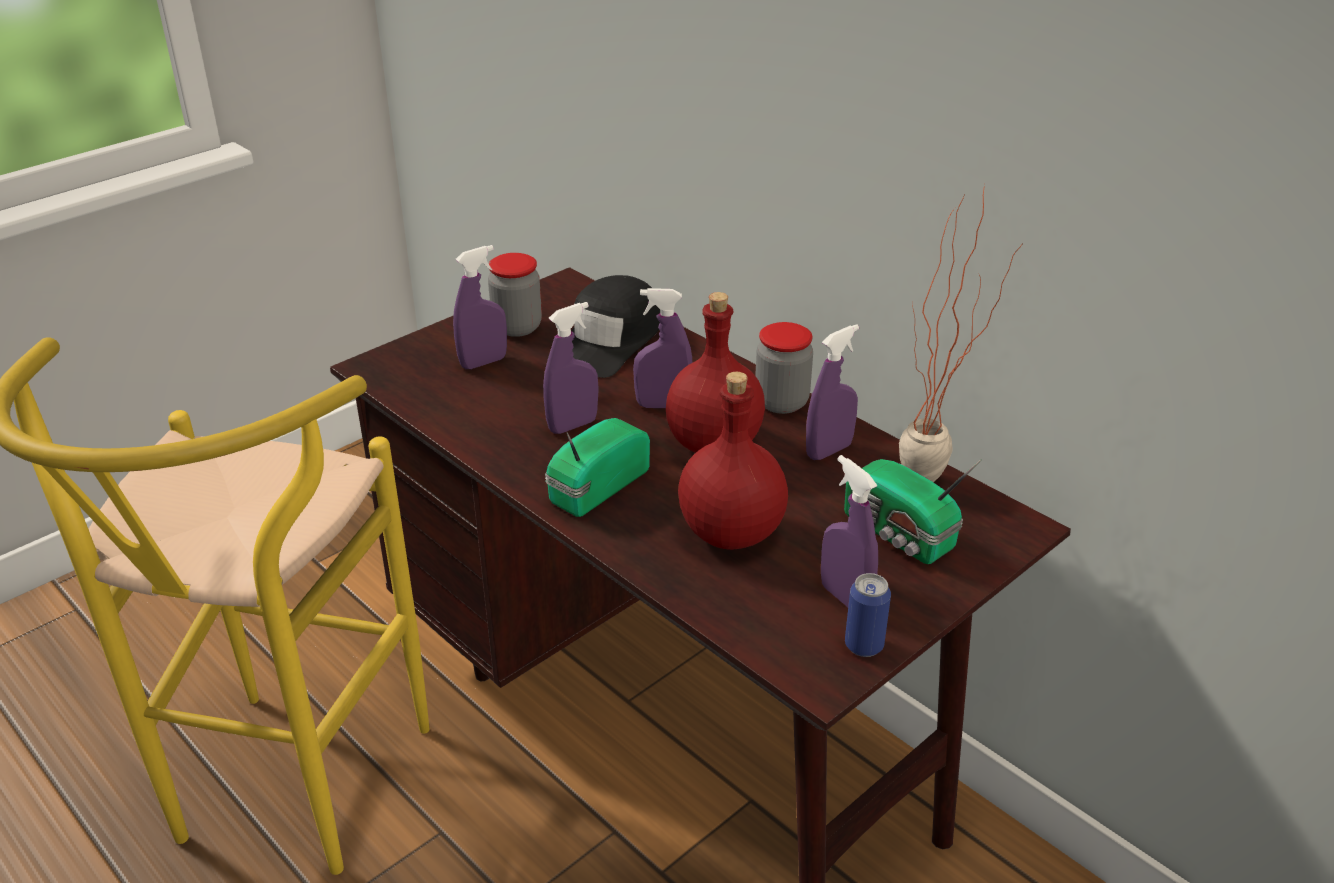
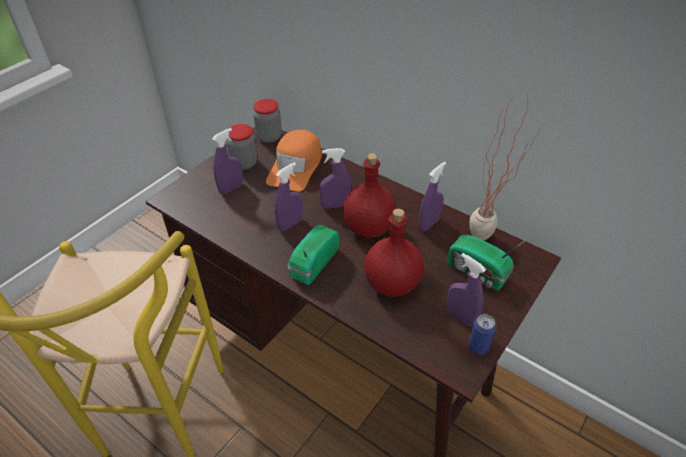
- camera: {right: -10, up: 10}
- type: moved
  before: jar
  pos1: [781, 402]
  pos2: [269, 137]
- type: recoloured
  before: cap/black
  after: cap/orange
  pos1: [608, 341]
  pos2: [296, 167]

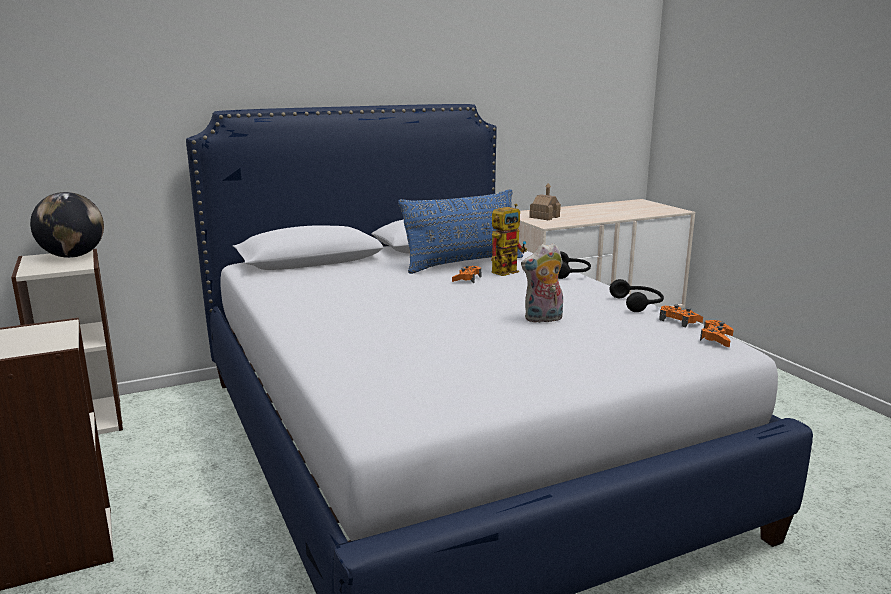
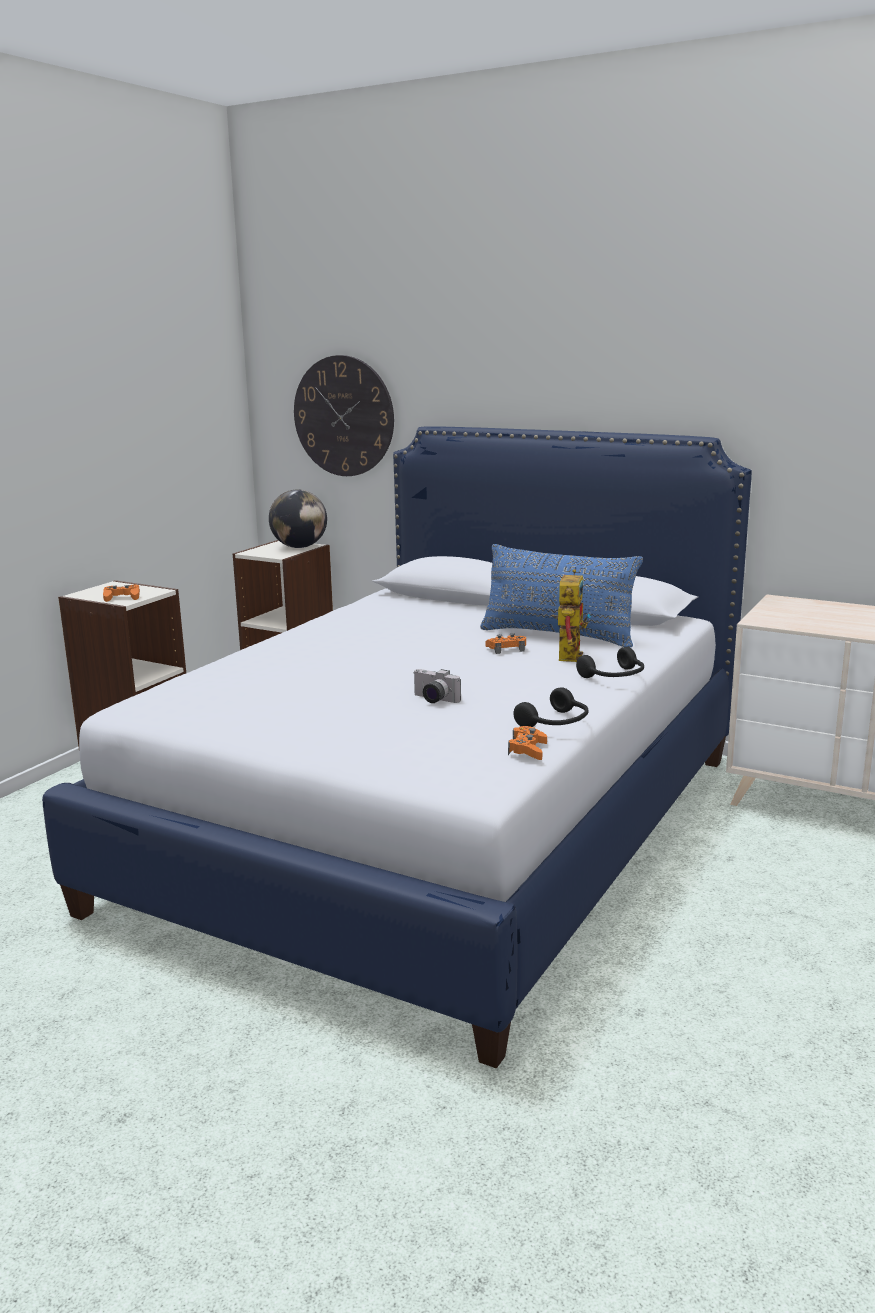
- camera: {right: 55, up: 0}
- type: moved
  before: game controller/orange
  pos1: [716, 339]
  pos2: [122, 597]
- type: added
  after: wall clock
  pos2: [343, 416]
- type: replaced
  before: plush toy
  after: photo camera
  pos1: [543, 319]
  pos2: [433, 700]
- type: turned
  before: toy robot
  pos1: [507, 270]
  pos2: [568, 654]
  turn: -90
- type: removed
  before: toy house
  pos1: [544, 217]

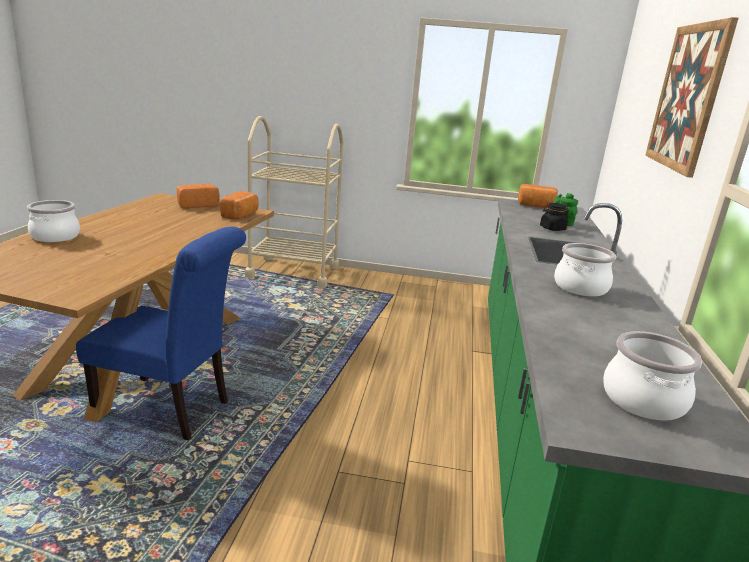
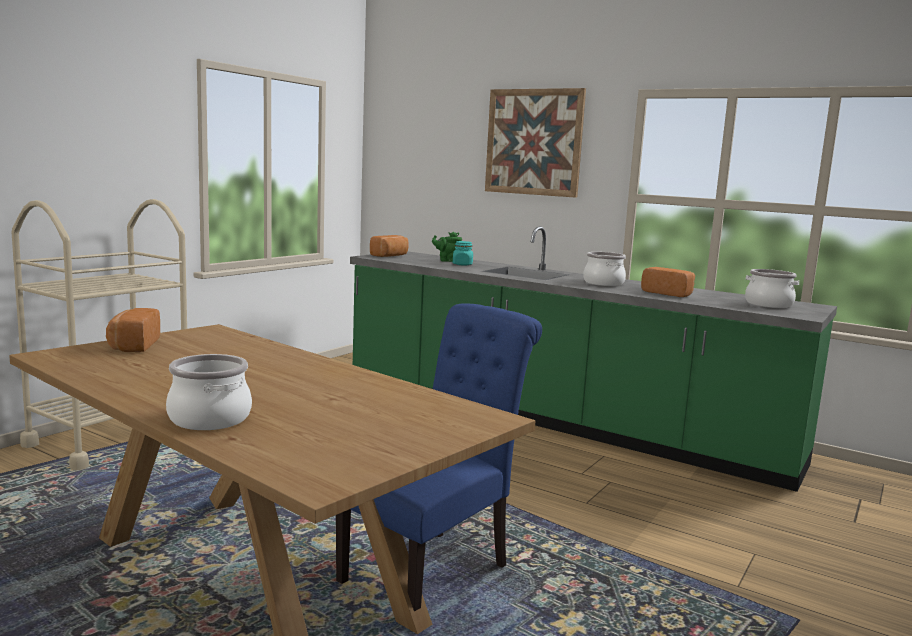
- camera: {right: -65, up: -10}
- type: recoloured
  before: jar/black
  after: jar/turquoise
  pos1: [552, 228]
  pos2: [462, 264]
- type: moved
  before: bread
  pos1: [241, 215]
  pos2: [668, 293]

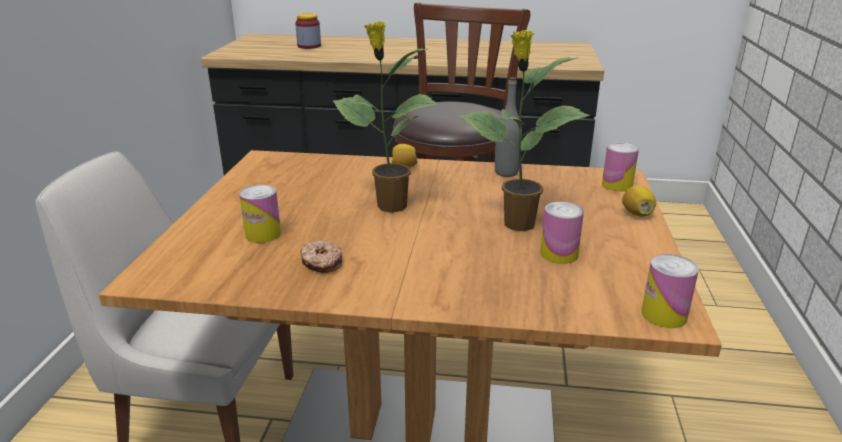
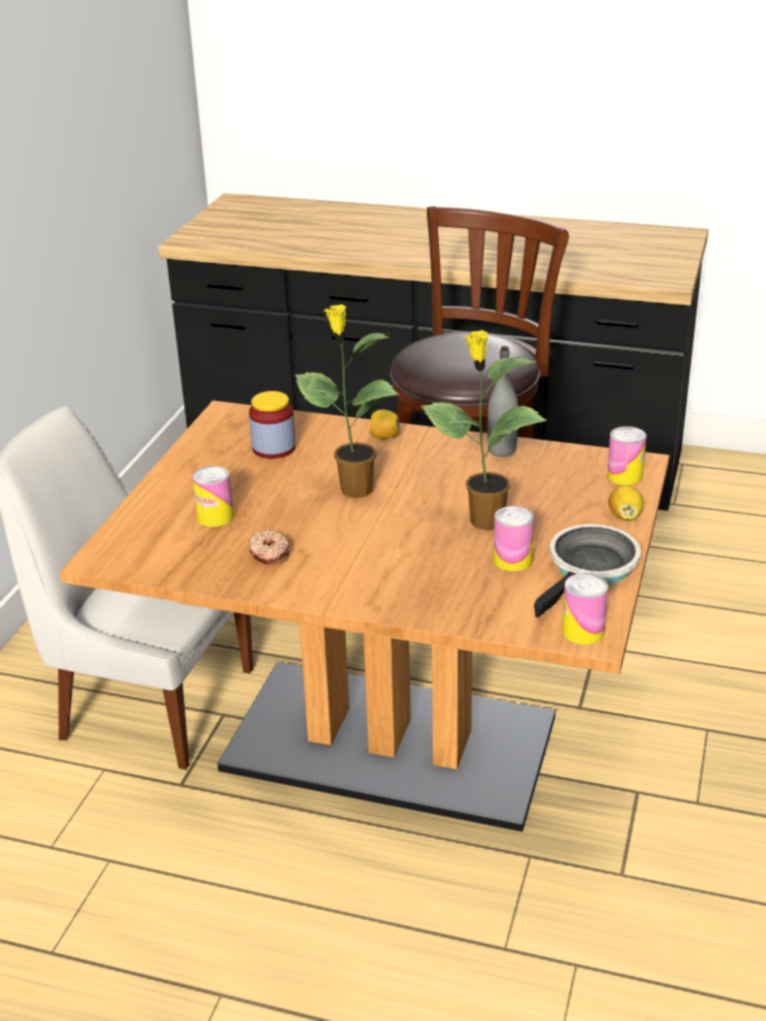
- camera: {right: 10, up: 5}
- type: moved
  before: jar
  pos1: [309, 46]
  pos2: [274, 448]
- type: added
  after: frying pan
  pos2: [590, 570]

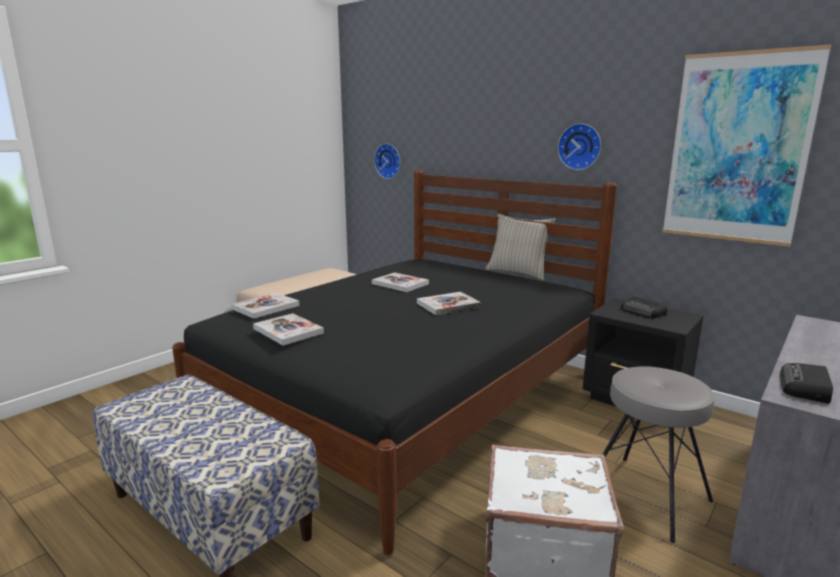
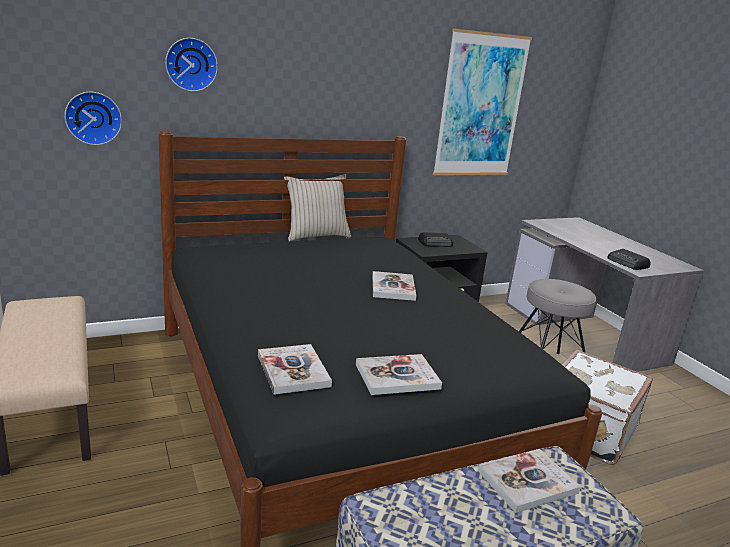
- camera: {right: -65, up: 5}
- type: moved
  before: wall clock
  pos1: [580, 146]
  pos2: [191, 64]
- type: moved
  before: book
  pos1: [400, 284]
  pos2: [527, 482]

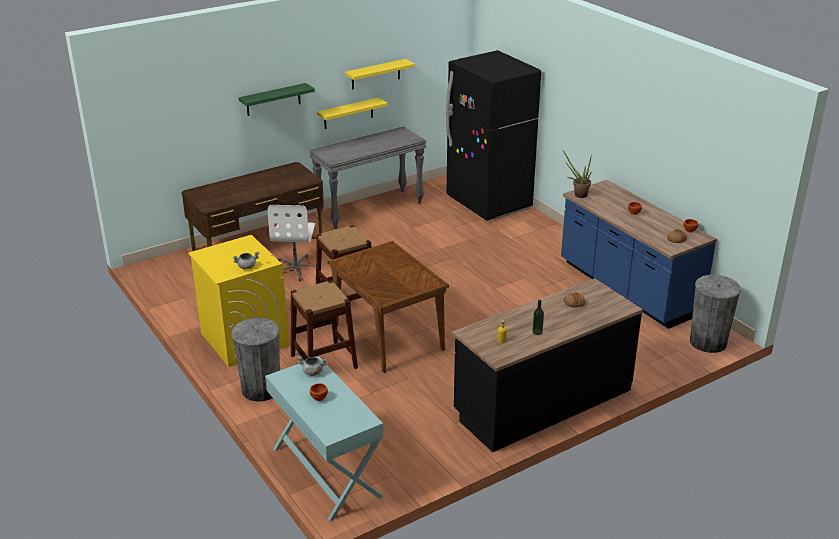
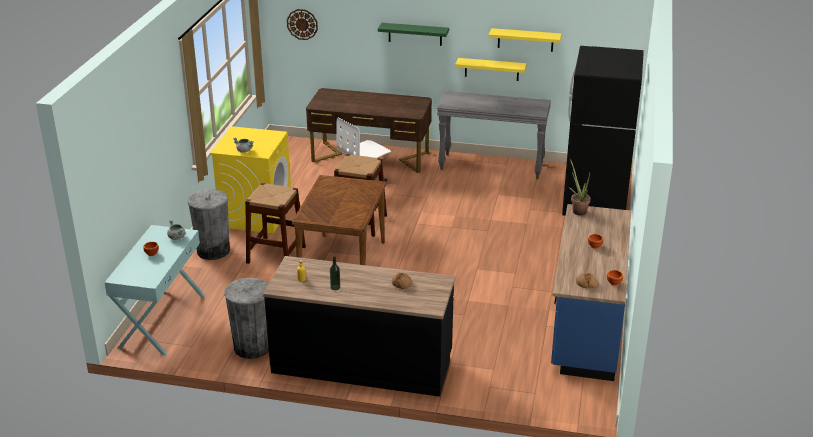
- camera: {right: 45, up: 0}
- type: moved
  before: trash can/grey
  pos1: [708, 342]
  pos2: [252, 347]
- type: added
  after: wall clock
  pos2: [302, 24]

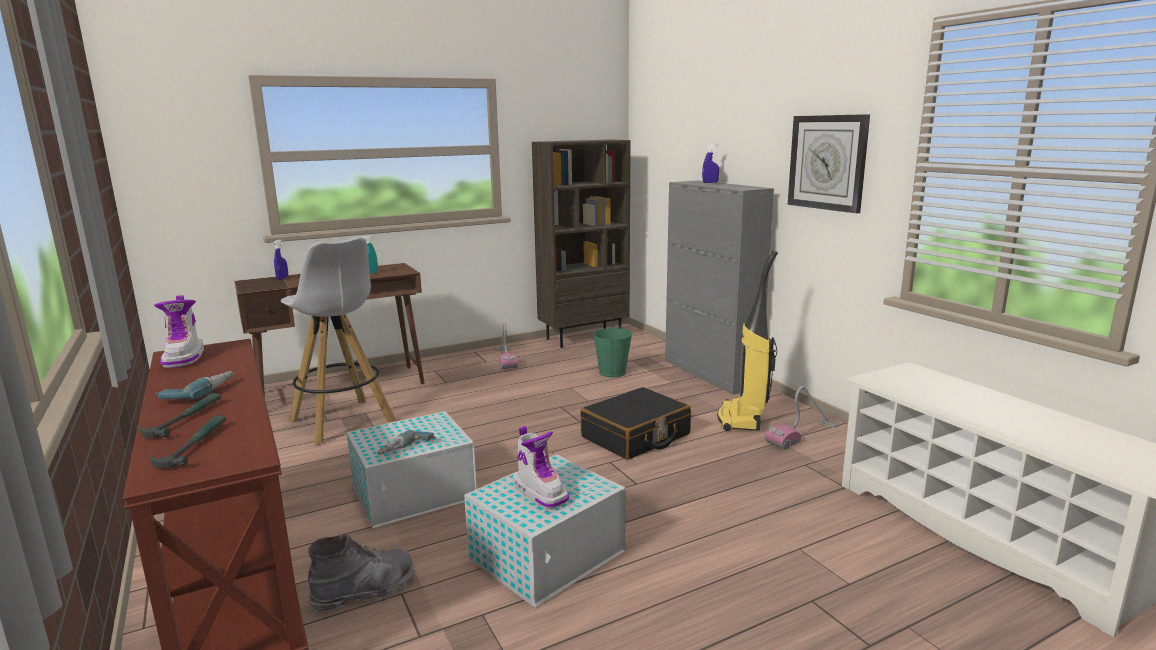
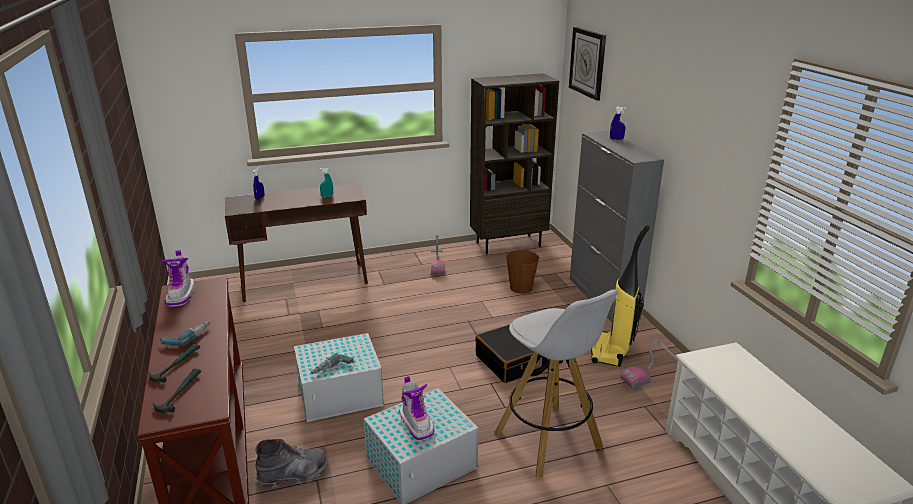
- camera: {right: 10, up: 10}
- type: moved
  before: stool/white
  pos1: [343, 422]
  pos2: [549, 441]
- type: recoloured
  before: bucket/green
  after: bucket/brown
  pos1: [612, 372]
  pos2: [520, 288]
- type: moved
  before: wall clock
  pos1: [827, 162]
  pos2: [588, 62]

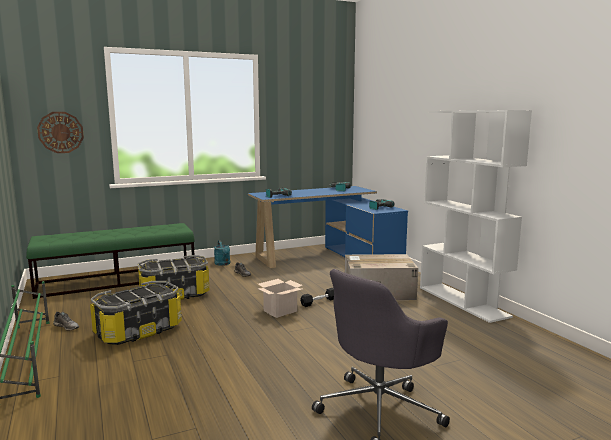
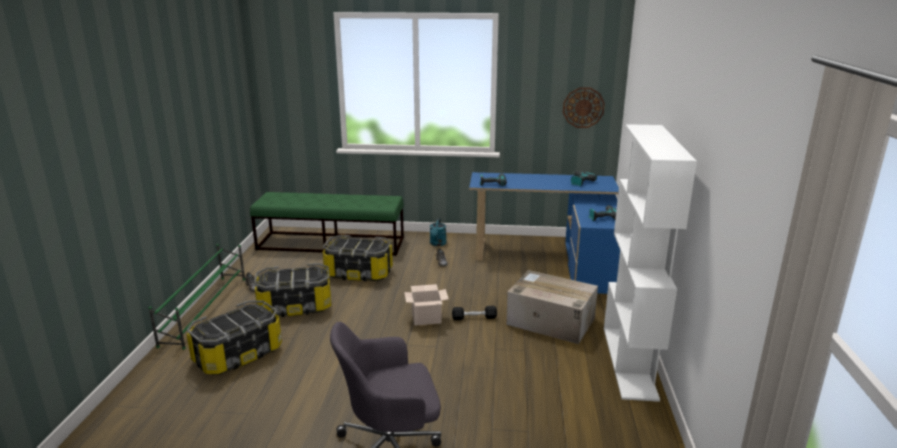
- camera: {right: 30, up: 10}
- type: added
  after: storage box
  pos2: [238, 355]
- type: moved
  before: wall clock
  pos1: [60, 132]
  pos2: [583, 107]

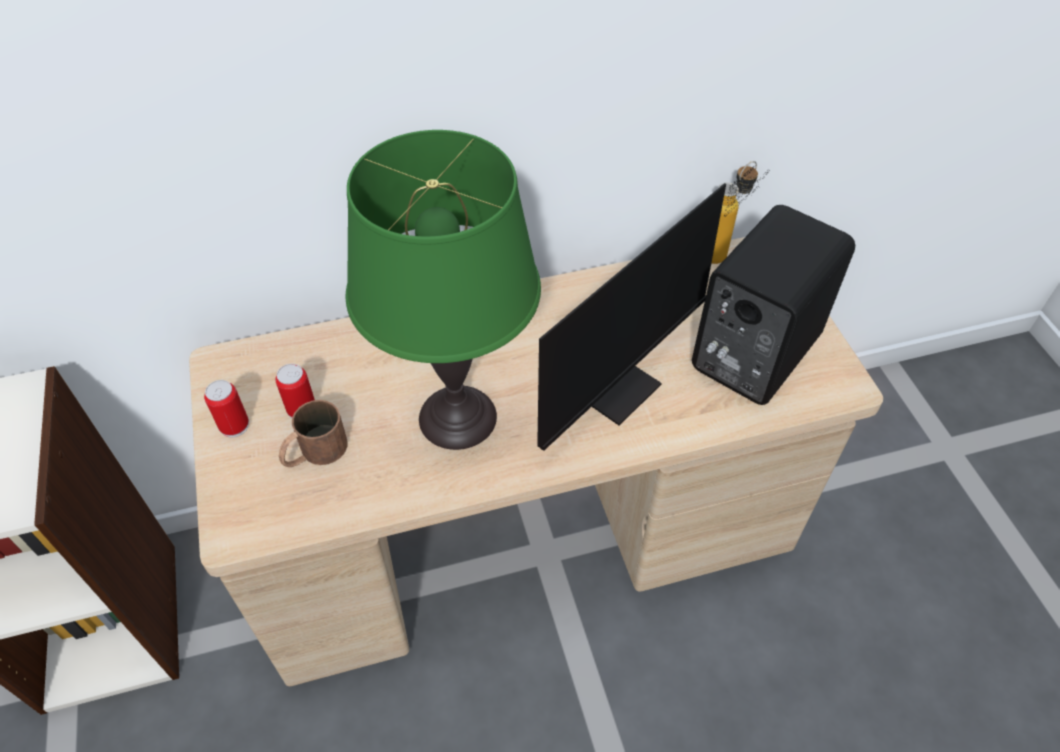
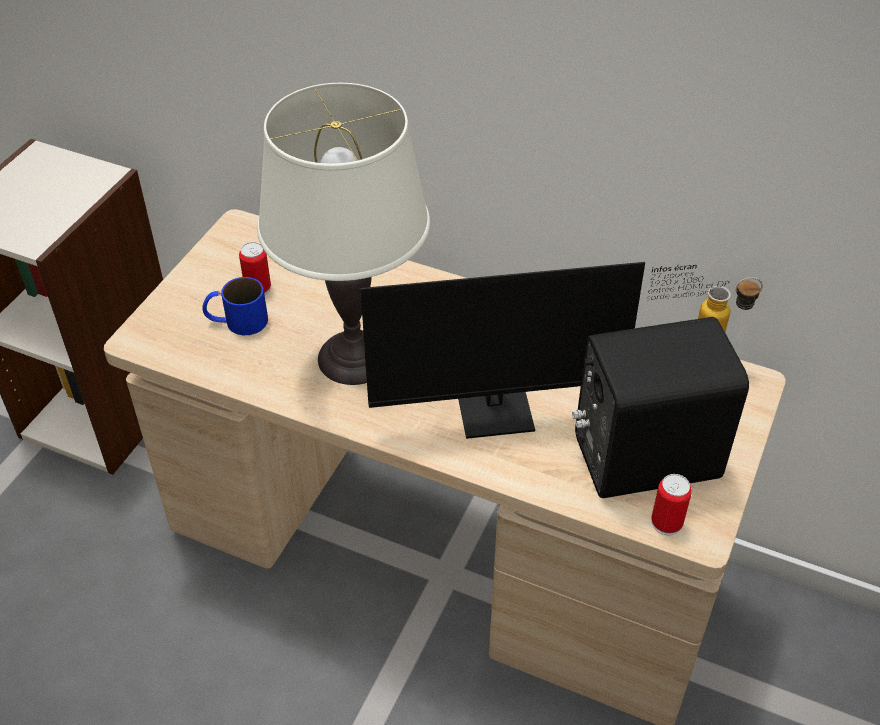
- camera: {right: 40, up: -5}
- type: recoloured
  before: mug/brown
  after: mug/blue
  pos1: [314, 452]
  pos2: [236, 321]
- type: recoloured
  before: table lamp/green
  after: table lamp/white
  pos1: [458, 417]
  pos2: [354, 358]
- type: moved
  before: can
  pos1: [234, 426]
  pos2: [666, 523]

